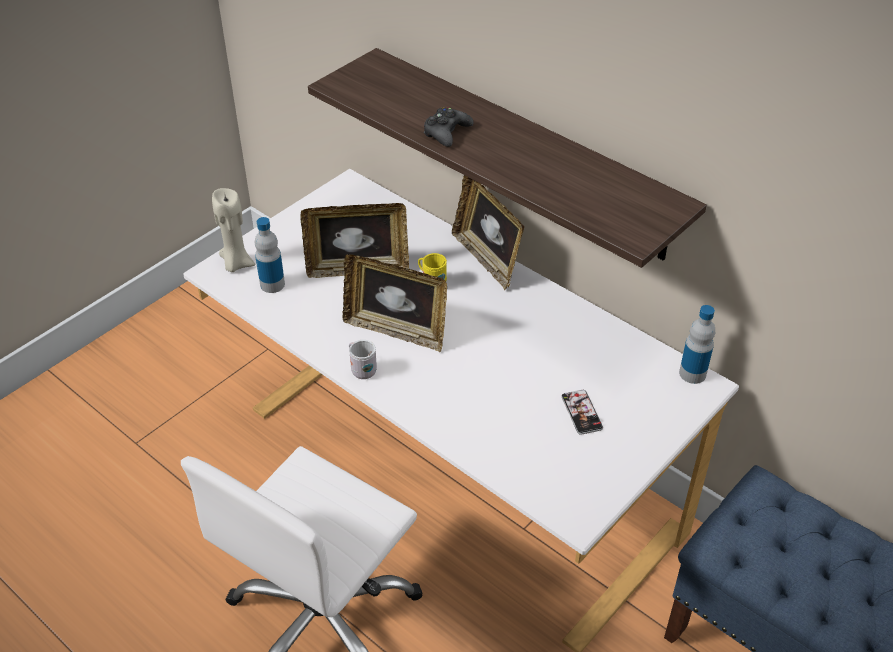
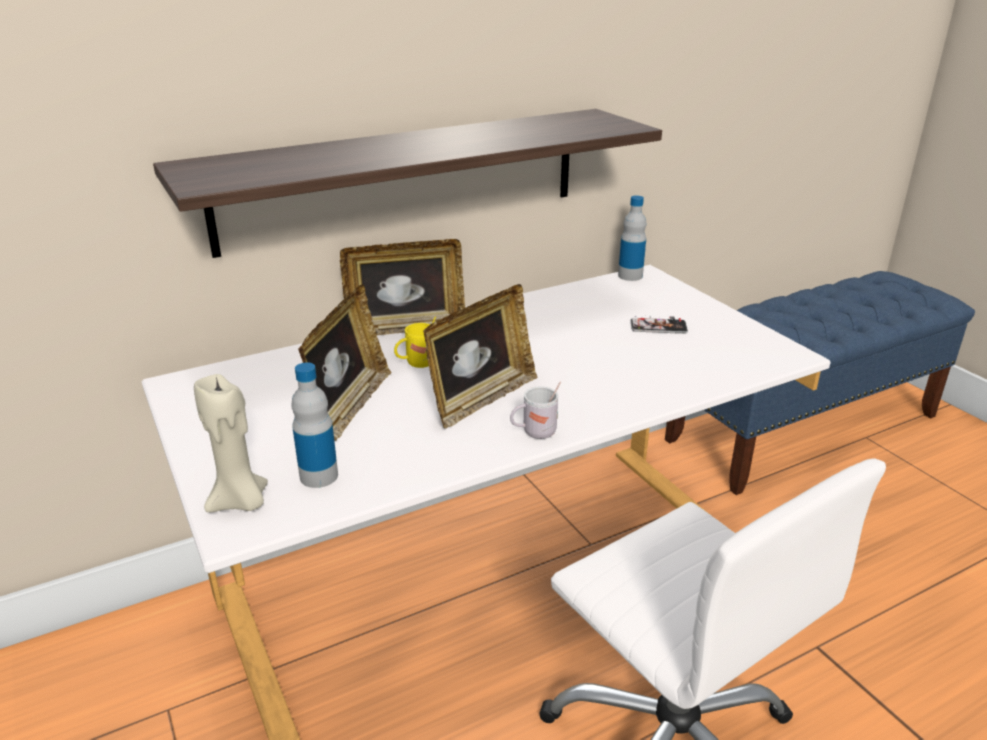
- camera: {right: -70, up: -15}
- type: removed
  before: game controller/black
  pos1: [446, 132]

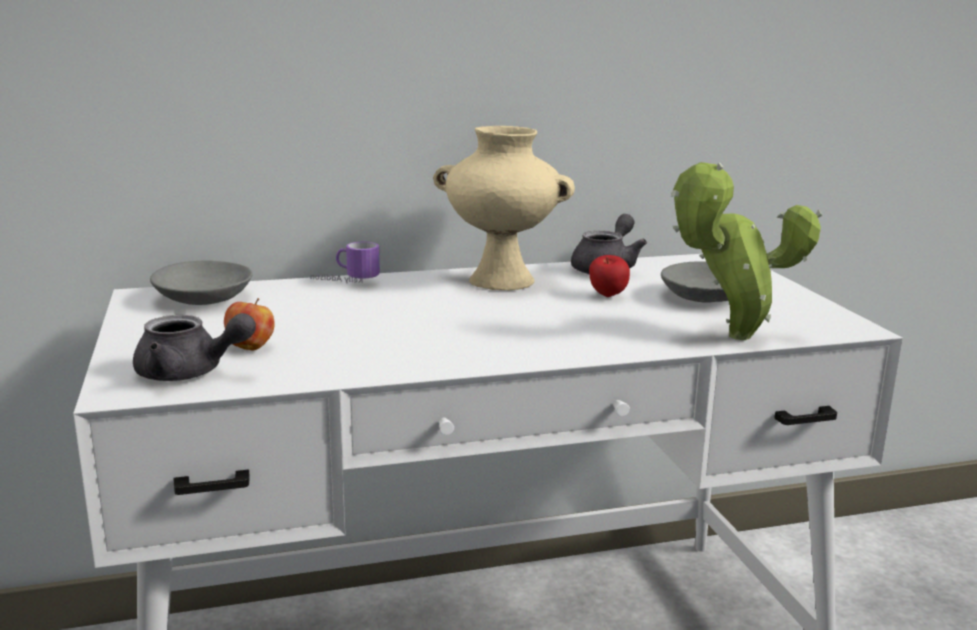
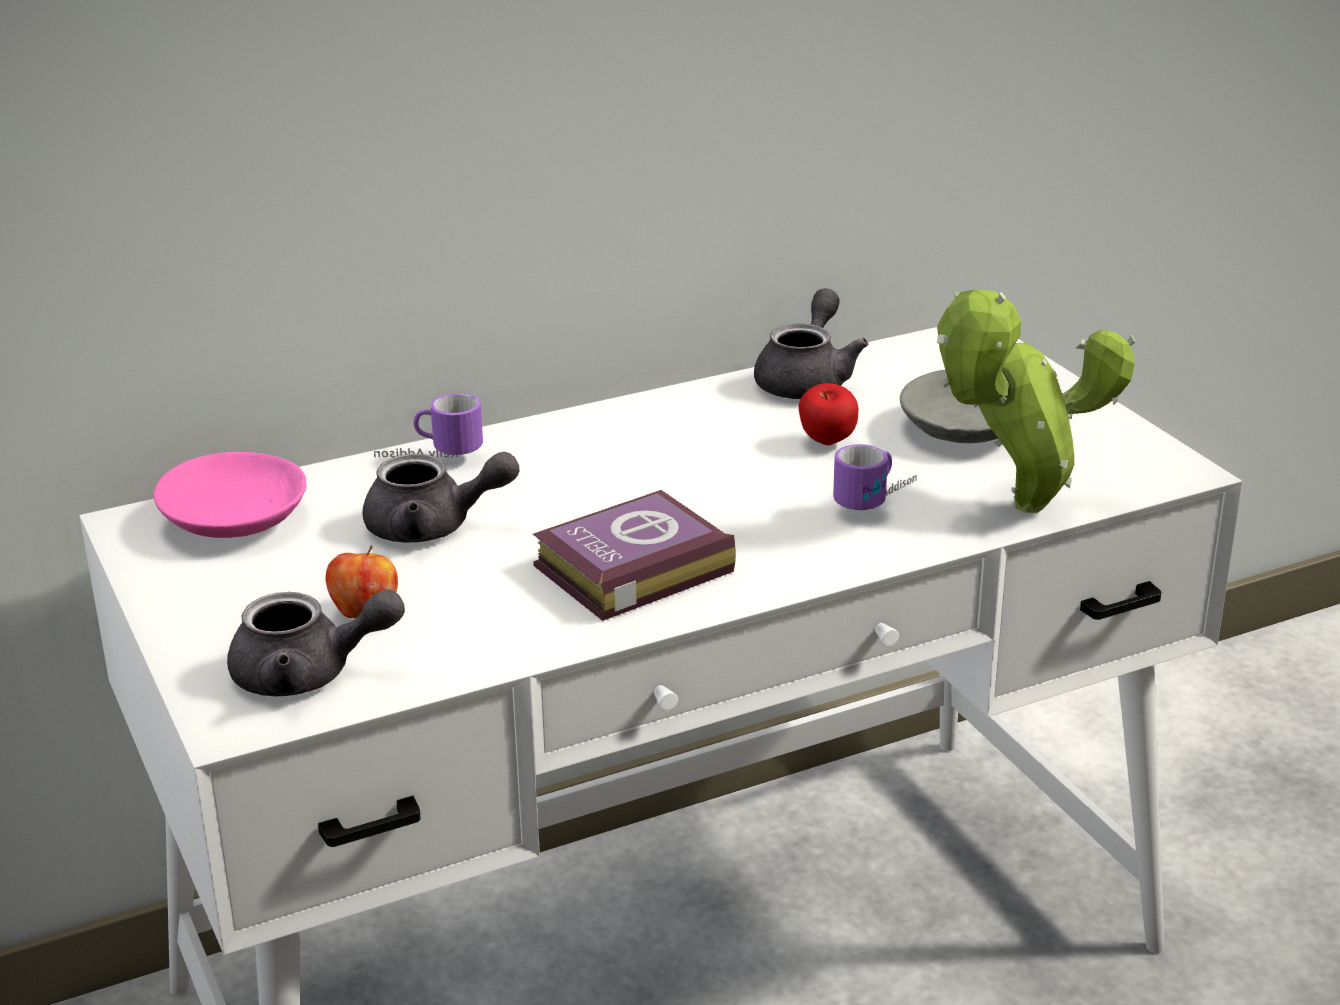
- camera: {right: -10, up: 10}
- type: recoloured
  before: bowl/grey
  after: bowl/pink
  pos1: [204, 299]
  pos2: [236, 521]
- type: added
  after: teapot/grey
  pos2: [433, 527]
- type: added
  after: book
  pos2: [628, 569]
- type: added
  after: mug
  pos2: [880, 502]
- type: removed
  before: vase/beige
  pos1: [503, 280]

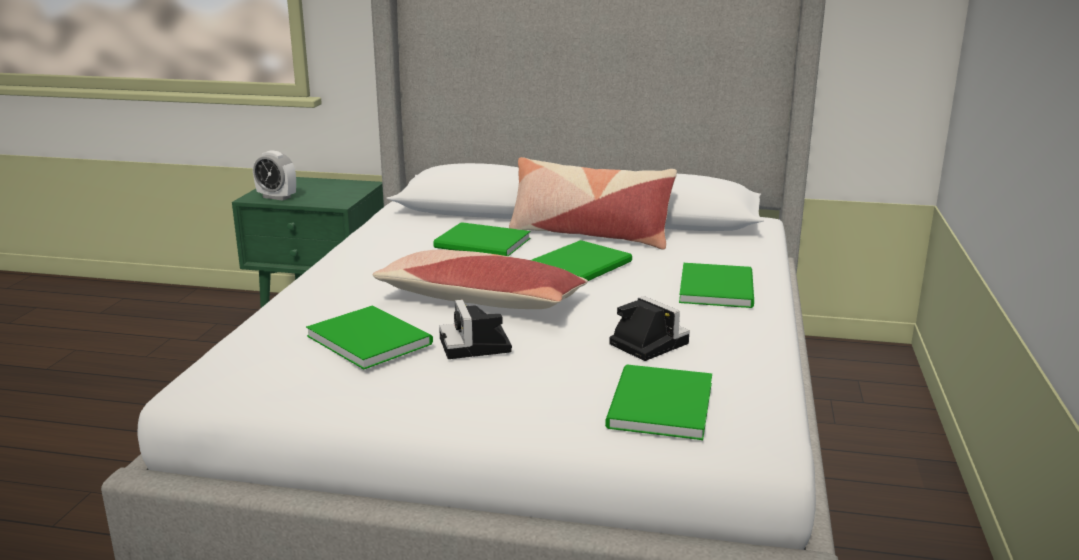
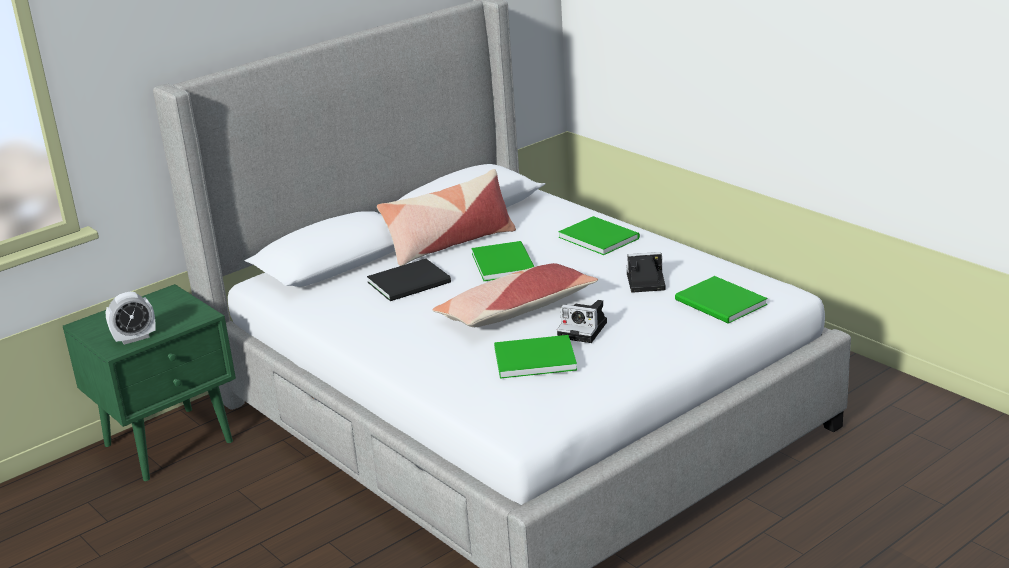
- camera: {right: -50, up: 5}
- type: recoloured
  before: book/green
  after: book/black
  pos1: [484, 244]
  pos2: [412, 282]

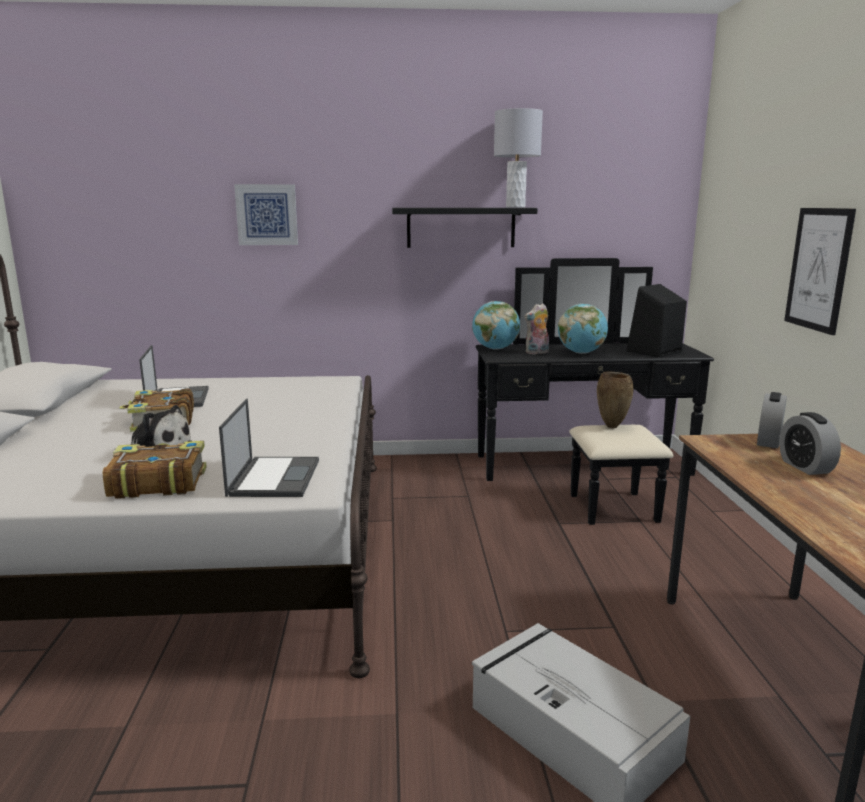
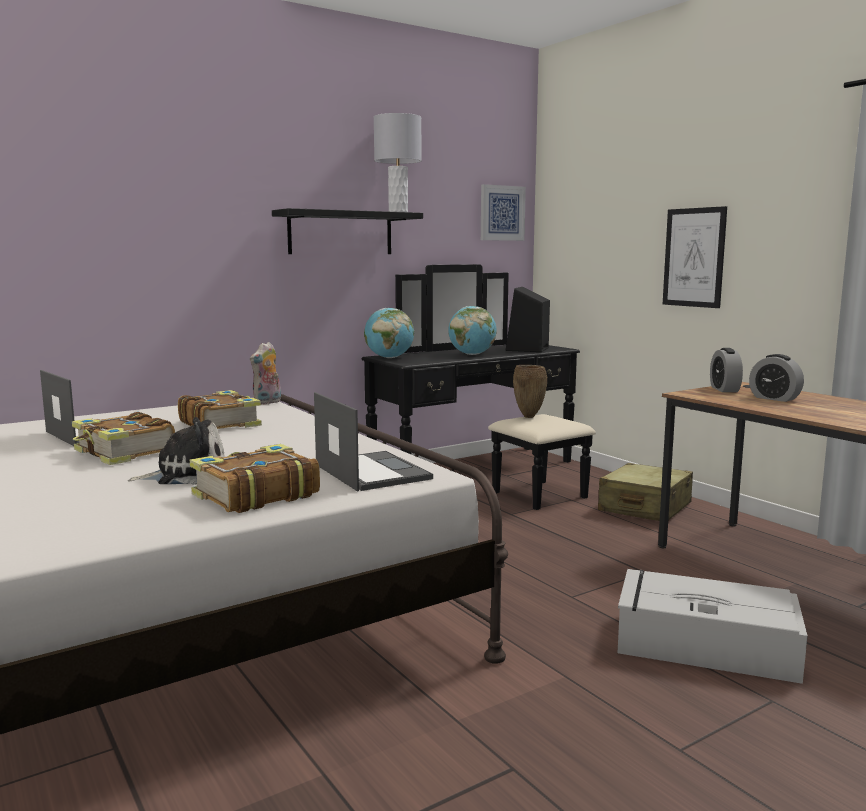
- camera: {right: -30, up: -5}
- type: added
  after: book
  pos2: [220, 423]
- type: moved
  before: plush toy
  pos1: [537, 352]
  pos2: [267, 402]
- type: moved
  before: picture
  pos1: [267, 215]
  pos2: [502, 213]
- type: added
  after: suitcase/beige
  pos2: [645, 508]

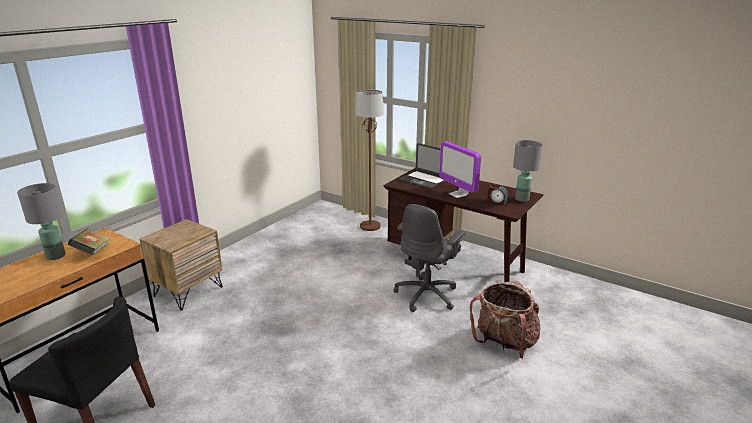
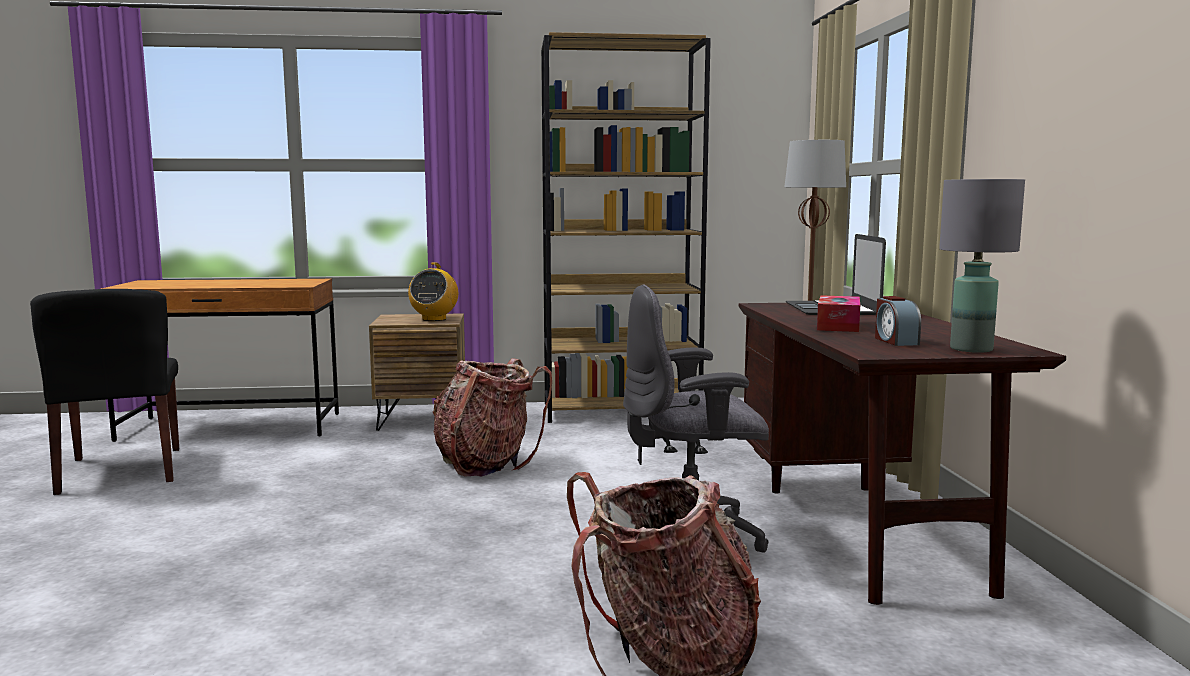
- camera: {right: 50, up: -15}
- type: added
  after: radio
  pos2: [434, 319]
- type: added
  after: backpack
  pos2: [486, 463]
- type: added
  after: bookcase/brown
  pos2: [621, 411]
- type: replaced
  before: monitor
  after: tissue box
  pos1: [458, 194]
  pos2: [838, 325]
- type: removed
  before: table lamp/grey
  pos1: [55, 256]
- type: removed
  before: book
  pos1: [92, 252]

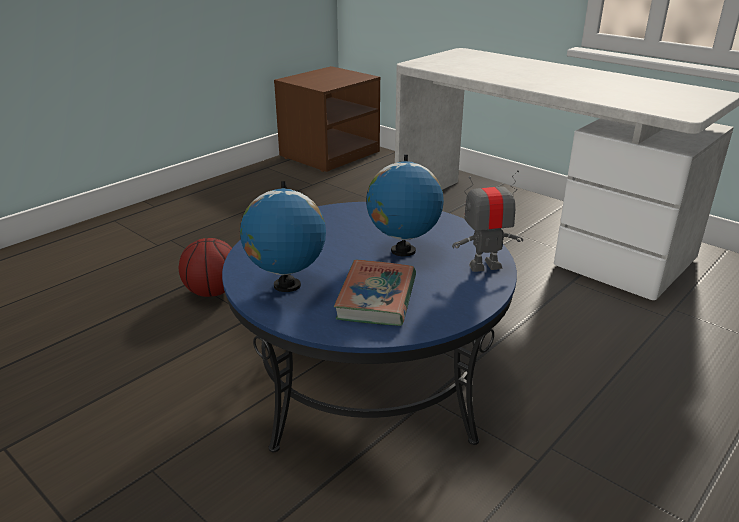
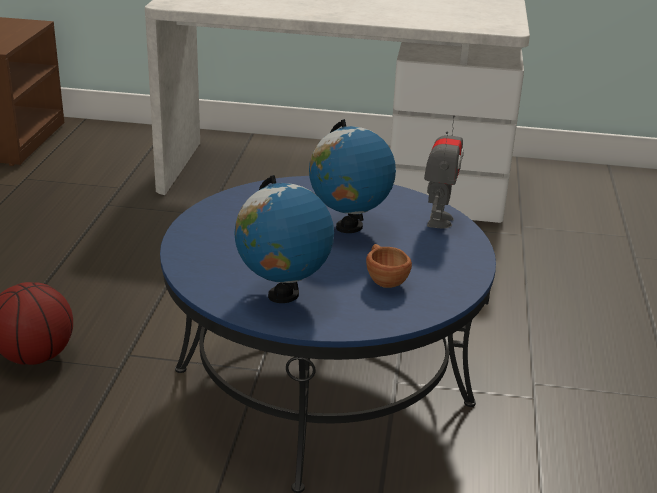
- camera: {right: -35, up: 0}
- type: replaced
  before: book
  after: cup/brown
  pos1: [376, 298]
  pos2: [384, 280]
- type: turned
  before: toy robot
  pos1: [485, 266]
  pos2: [438, 220]
  turn: 150

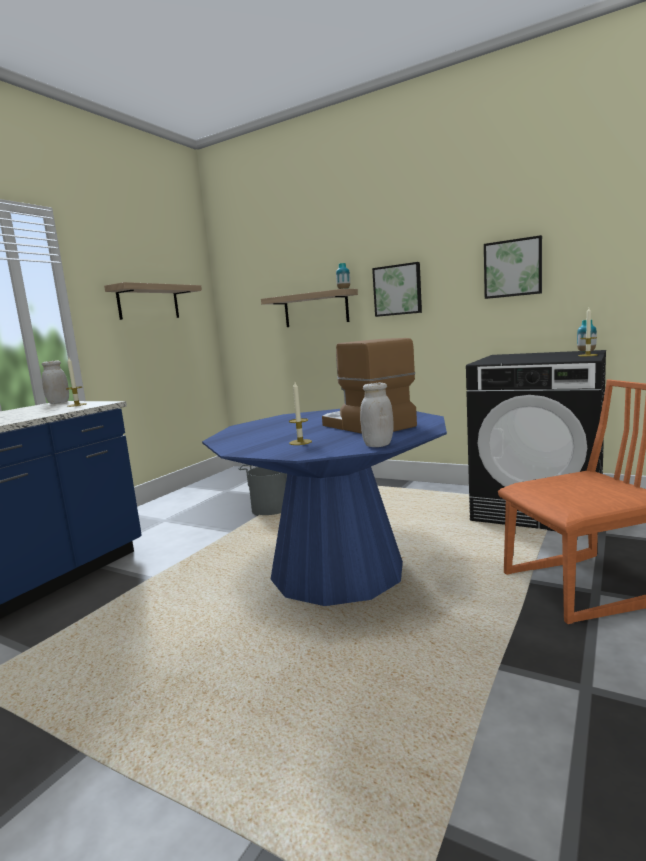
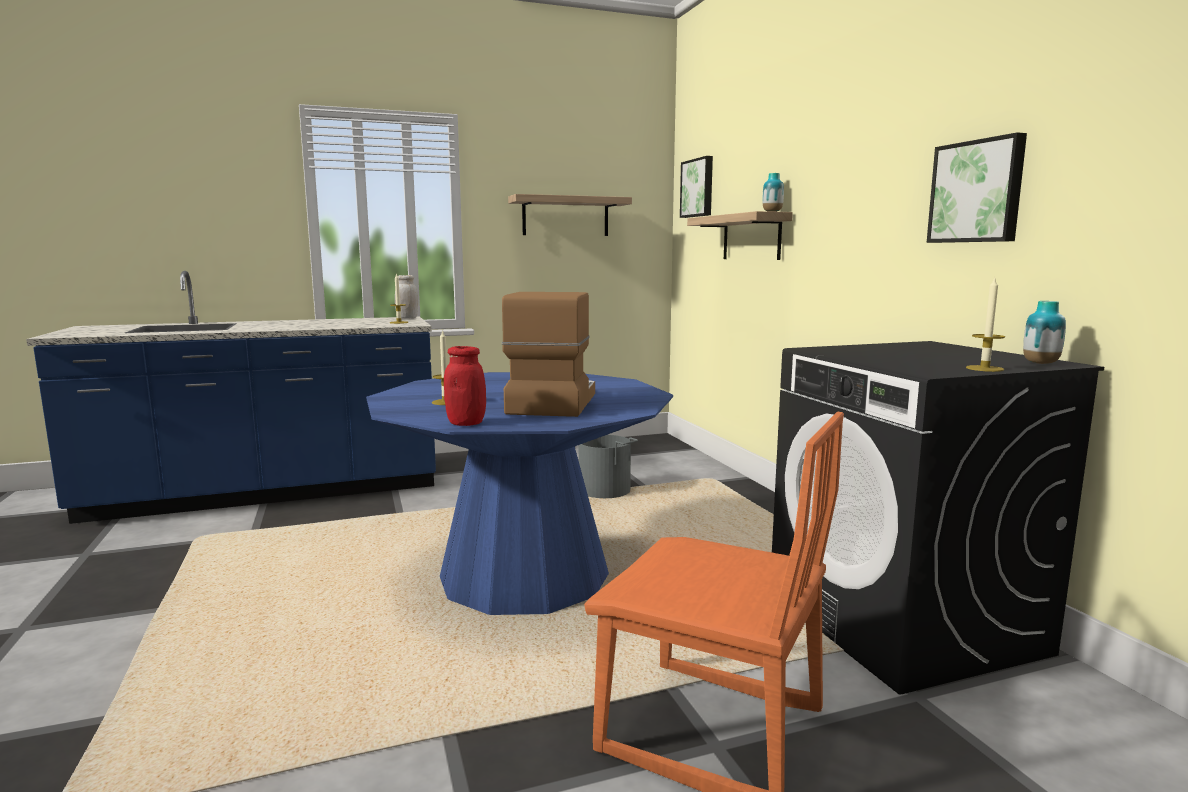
- camera: {right: 40, up: 0}
- type: recoloured
  before: jar/white
  after: jar/red
  pos1: [378, 445]
  pos2: [466, 423]
- type: moved
  before: picture
  pos1: [397, 290]
  pos2: [698, 188]

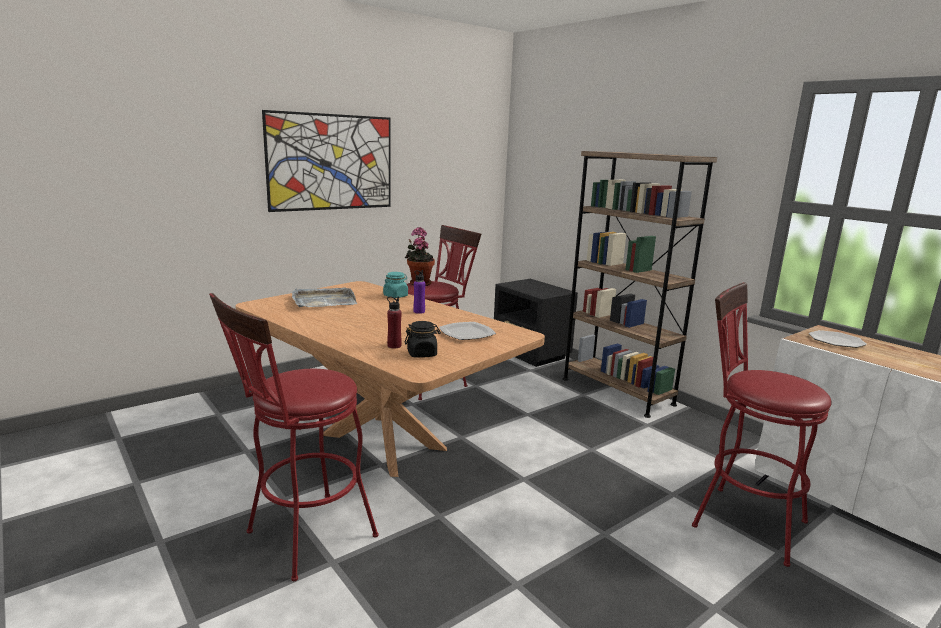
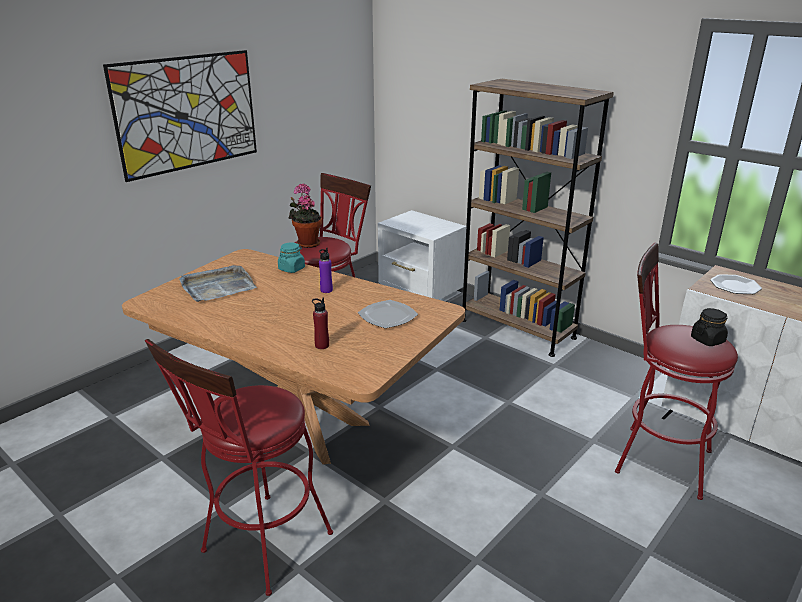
- camera: {right: -10, up: 10}
- type: recoloured
  before: nightstand/black
  after: nightstand/white
  pos1: [531, 354]
  pos2: [420, 292]
- type: moved
  before: jar/black
  pos1: [422, 354]
  pos2: [707, 340]

